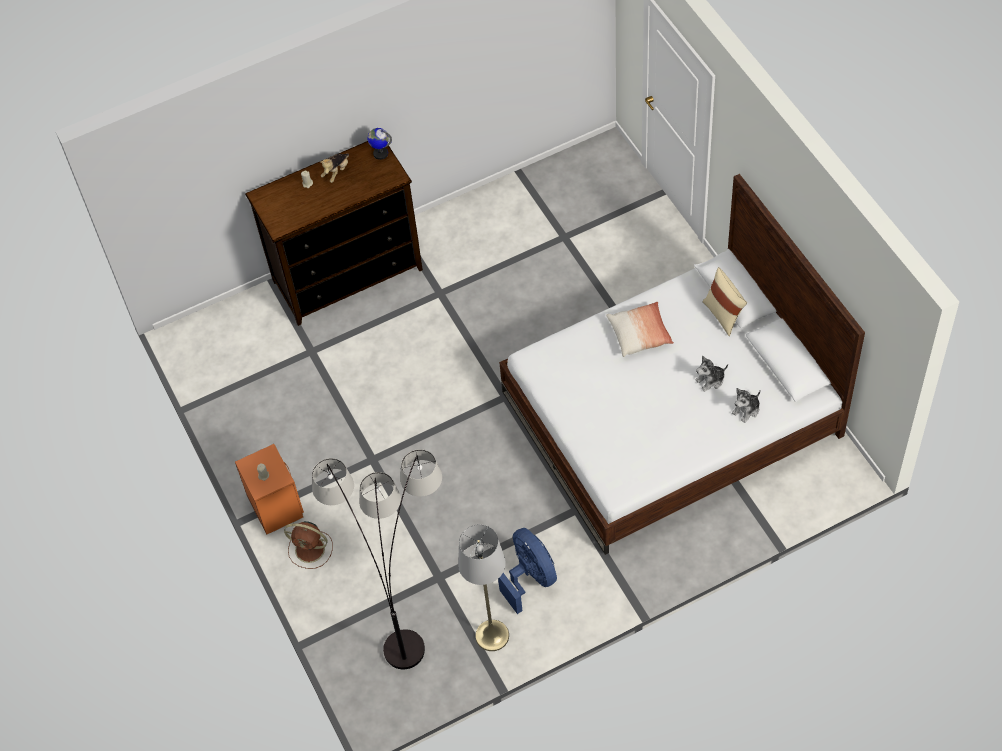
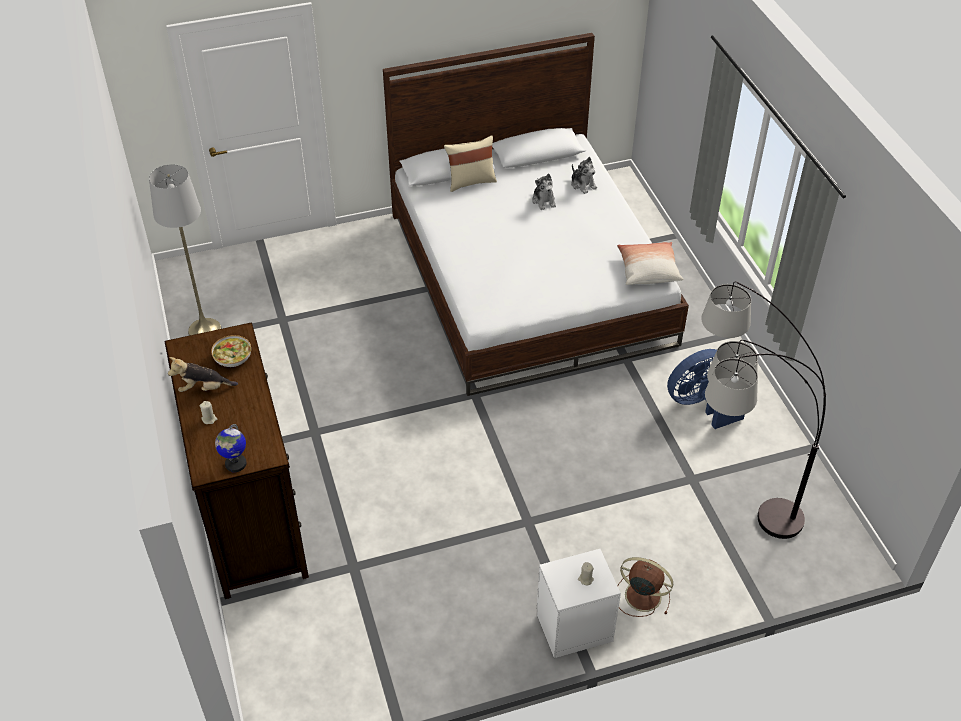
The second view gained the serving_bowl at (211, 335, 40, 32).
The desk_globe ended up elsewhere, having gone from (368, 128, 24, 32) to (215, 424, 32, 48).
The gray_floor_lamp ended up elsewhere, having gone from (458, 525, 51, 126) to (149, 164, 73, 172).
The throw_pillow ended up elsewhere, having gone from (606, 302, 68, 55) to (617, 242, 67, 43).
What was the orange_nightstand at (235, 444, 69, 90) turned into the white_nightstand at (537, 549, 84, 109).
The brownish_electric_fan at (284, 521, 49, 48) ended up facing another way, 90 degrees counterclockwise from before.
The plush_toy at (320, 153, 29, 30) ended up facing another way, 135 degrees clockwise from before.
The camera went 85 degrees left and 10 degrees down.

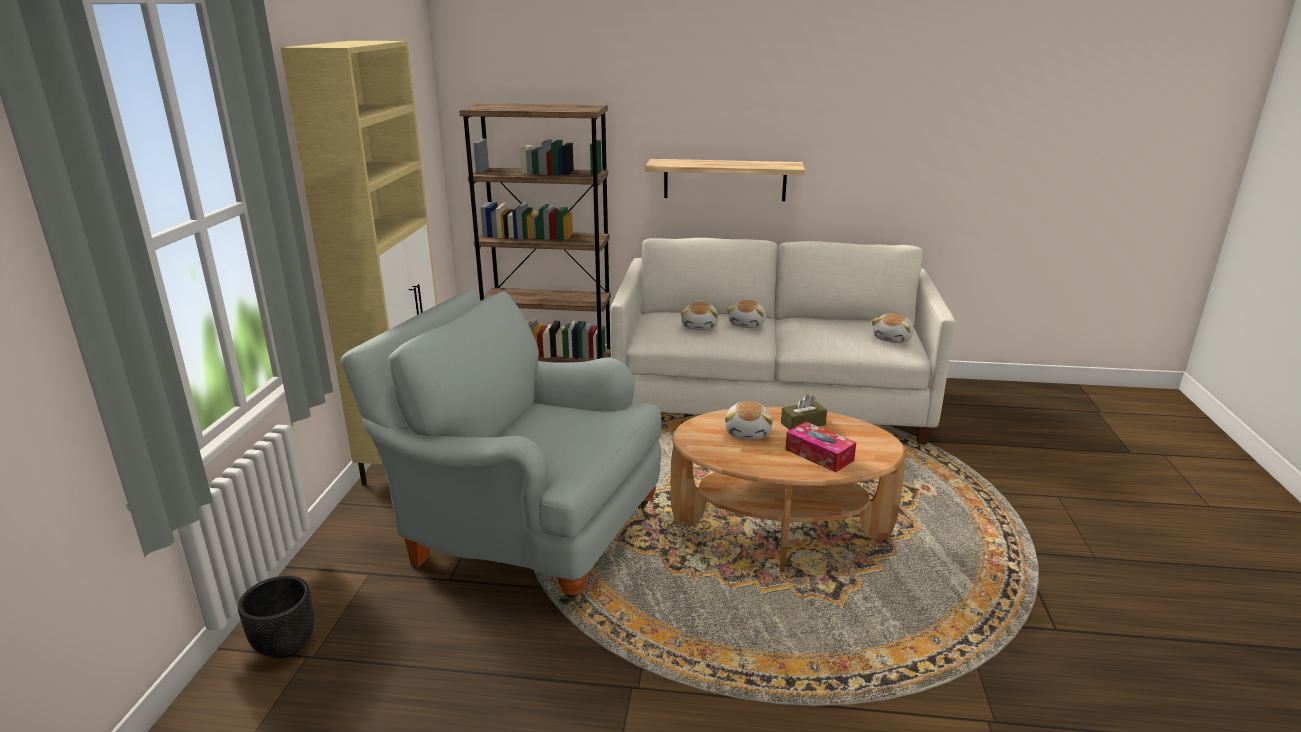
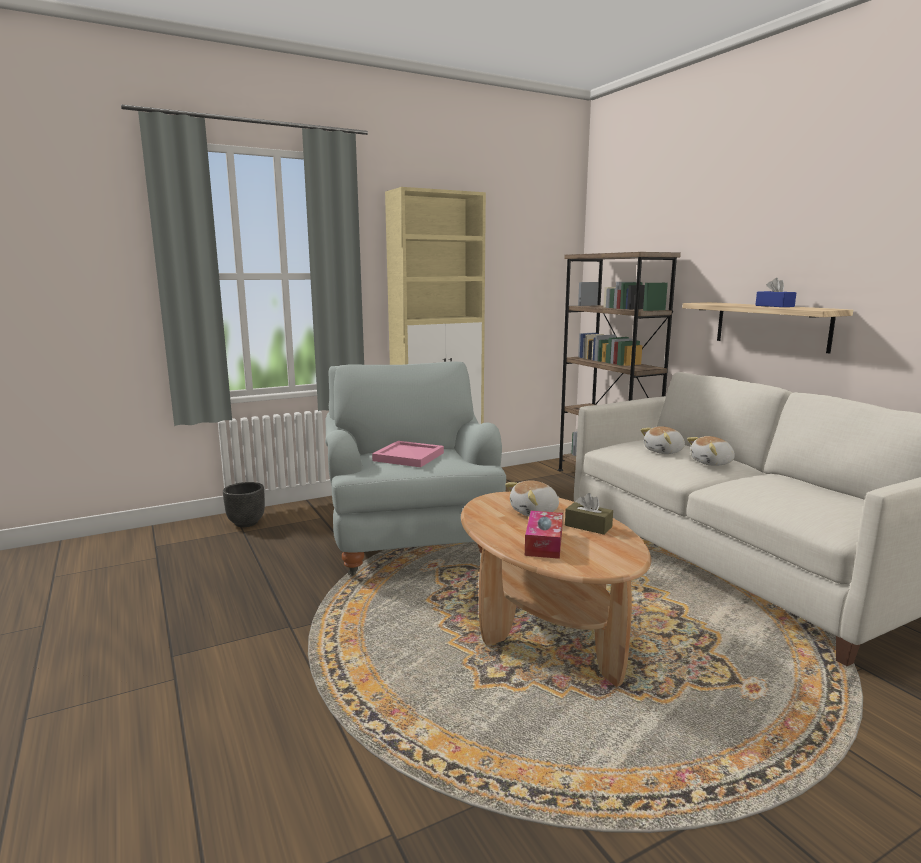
The second view lost the plush_toy at (872, 313, 41, 30).
The second view gained the pink-coloured_carrying_tray at (372, 441, 72, 26).
The second view gained the bluish_tissue_holder at (755, 278, 41, 29).
The camera went 55 degrees right and 10 degrees down.

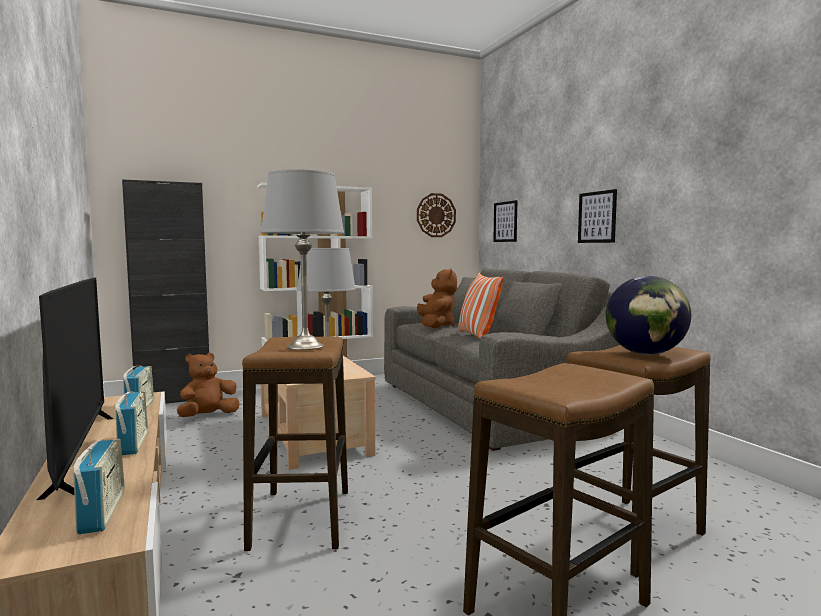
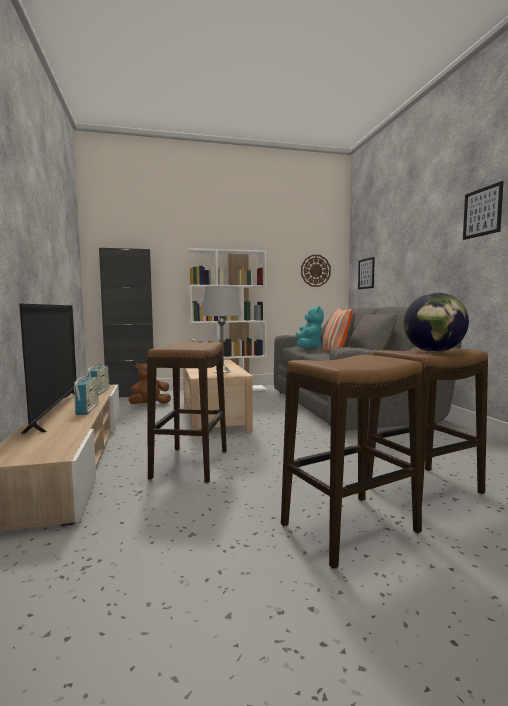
The second view lost the radio_receiver at (73, 439, 52, 95).
The second view lost the gray_tabletop_lamp at (261, 169, 83, 181).
The picture ended up elsewhere, having gone from (578, 189, 39, 54) to (463, 181, 41, 59).
What was the brownish_plush_toy at (417, 268, 40, 60) turned into the turquoise-coloured_plush_toy at (296, 306, 28, 43).
The camera went 10 degrees right and 0 degrees up.

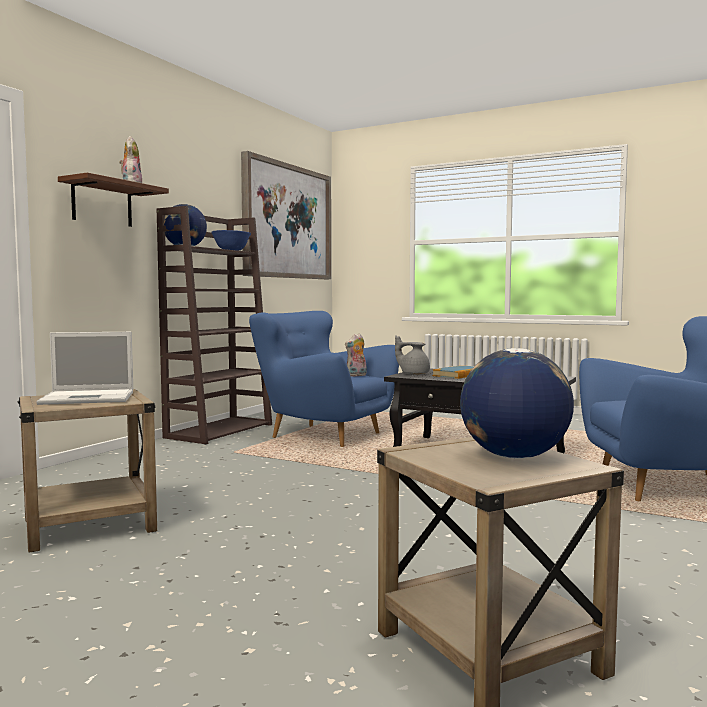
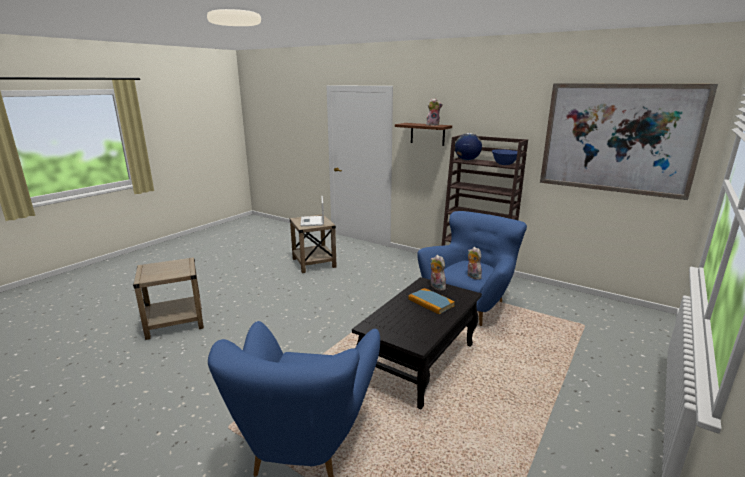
The second view lost the desk_globe at (460, 348, 114, 111).
Where the gray_teapot stood at (395, 335, 35, 40), the plush_toy came to stand at (430, 255, 16, 36).
The camera went 95 degrees right and 15 degrees up.

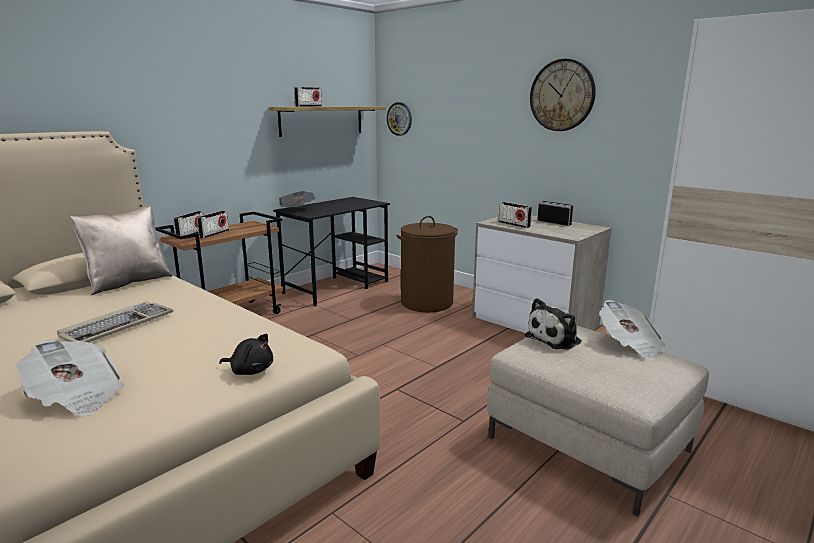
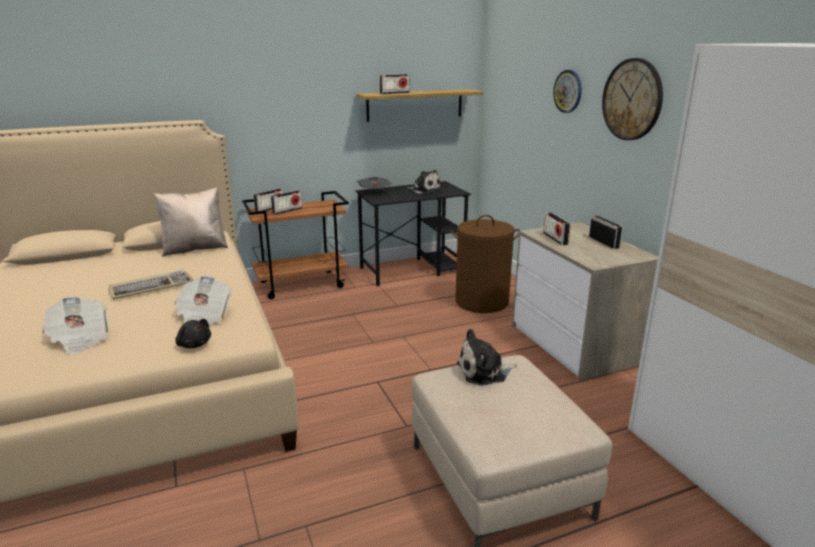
The second view gained the plush_toy at (408, 170, 33, 24).
The hanging_clock ended up elsewhere, having gone from (387, 102, 25, 34) to (553, 70, 29, 43).
The printed_paper ended up elsewhere, having gone from (599, 300, 67, 60) to (174, 276, 58, 49).
The camera went 25 degrees right and 5 degrees up.

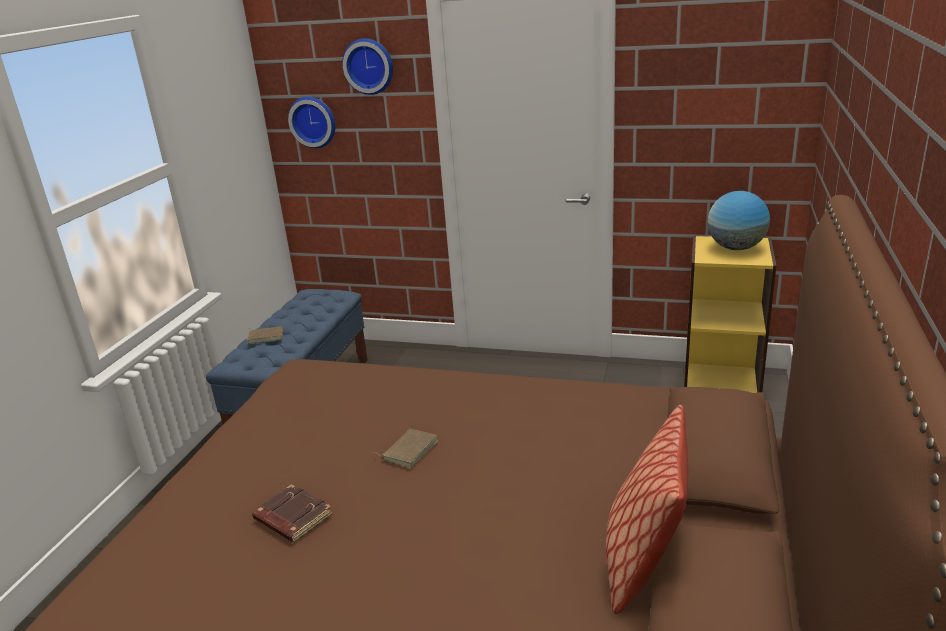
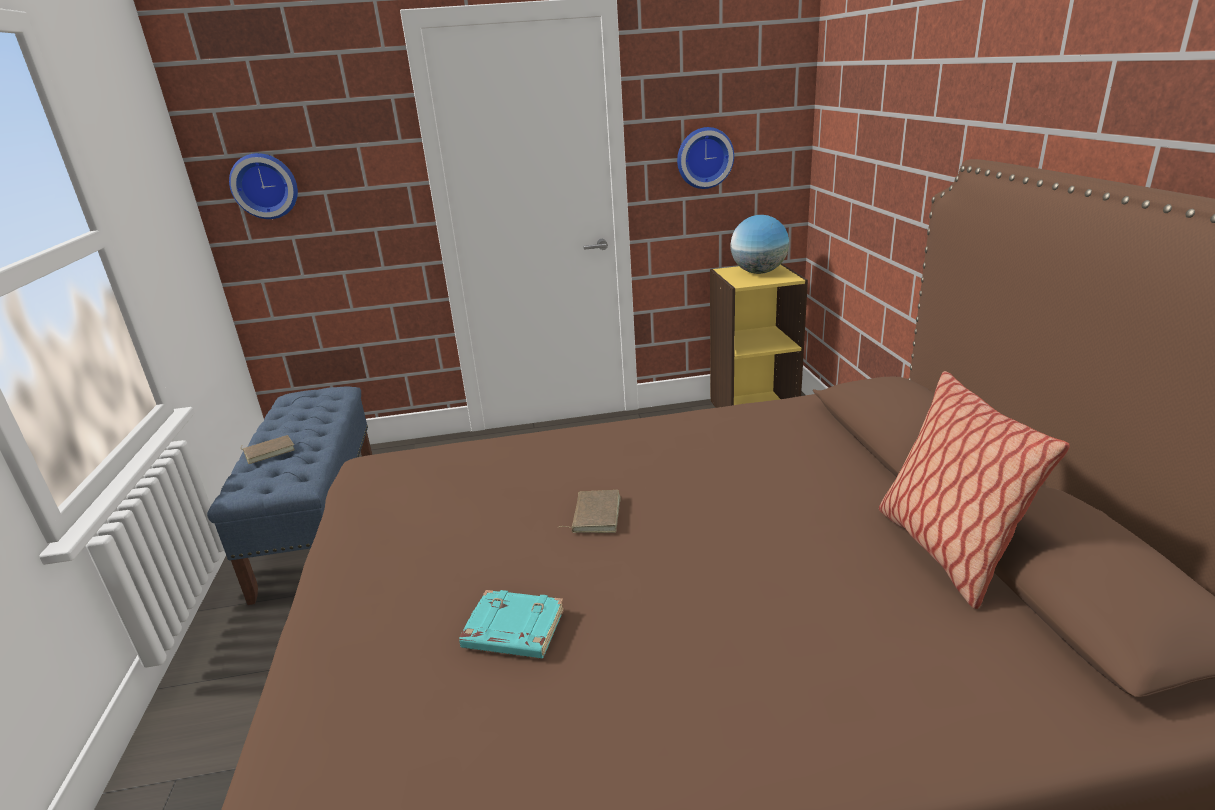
The hanging_clock ended up elsewhere, having gone from (342, 38, 51, 57) to (677, 127, 57, 62).
What was the brownish_volume at (252, 485, 80, 57) turned into the turquoise-coloured_volume at (459, 590, 105, 69).
The camera went 25 degrees left and 0 degrees up.

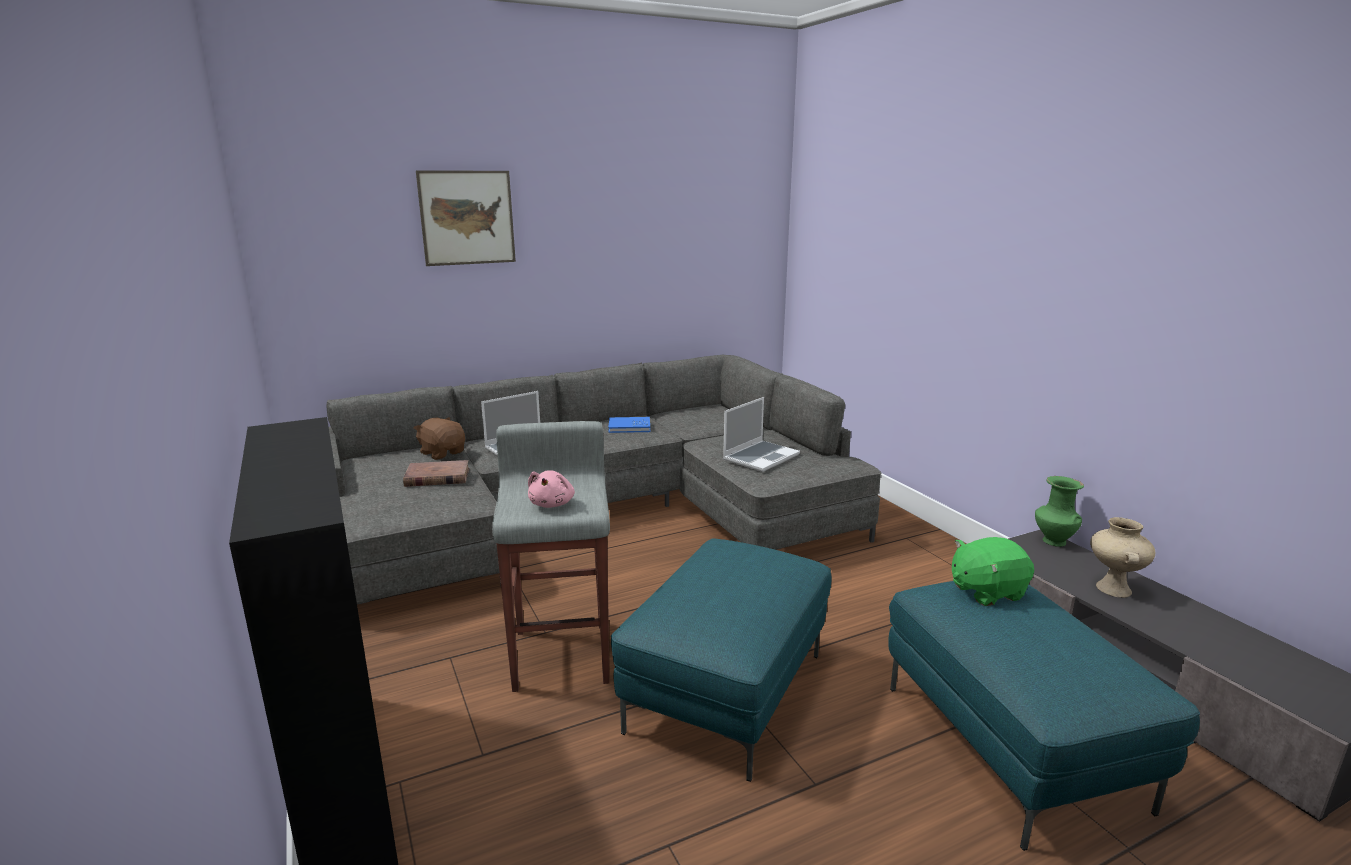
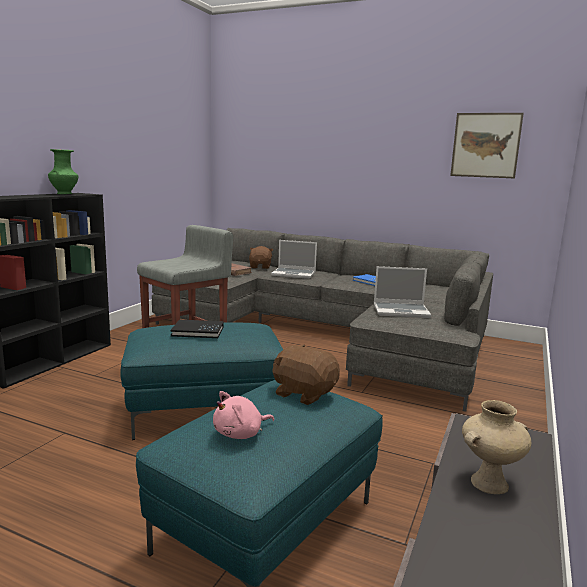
The second view gained the black_volume at (171, 320, 53, 18).
The picture ended up elsewhere, having gone from (416, 170, 100, 96) to (450, 113, 74, 65).
The pink-coloured_plush_toy ended up elsewhere, having gone from (528, 470, 47, 38) to (213, 391, 61, 48).
The green_vase ended up elsewhere, having gone from (1035, 476, 49, 71) to (48, 149, 31, 45).
What was the green_plush_toy at (952, 537, 82, 69) turned into the brownish_plush_toy at (273, 344, 67, 61).
The camera went 50 degrees right and 5 degrees down.

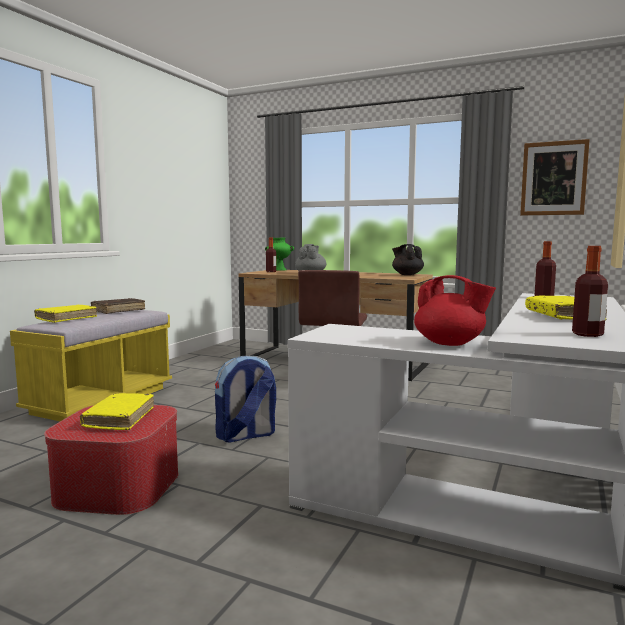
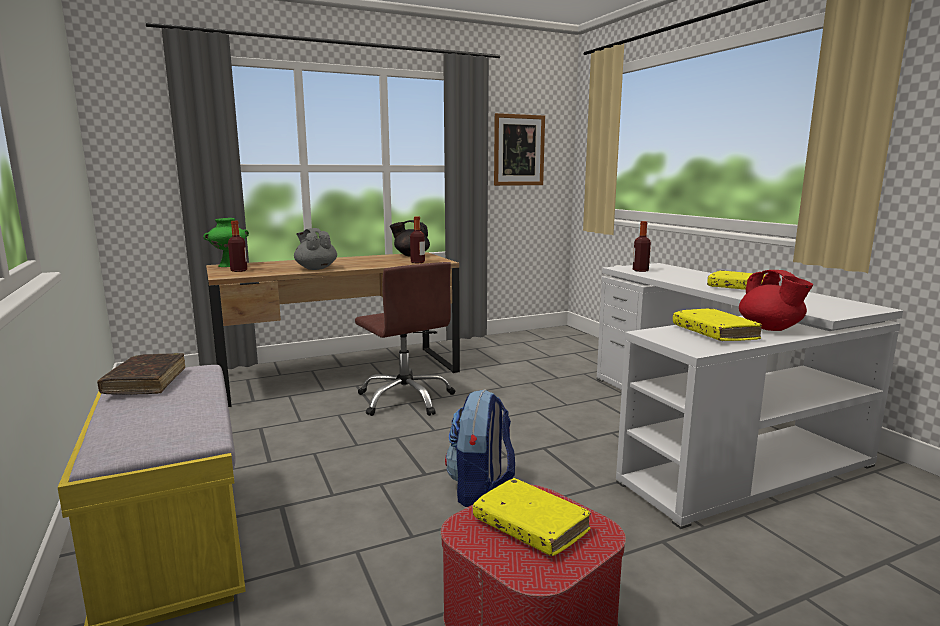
The yellow-coloured_volume ended up elsewhere, having gone from (34, 305, 63, 18) to (673, 308, 89, 33).
The bottle ended up elsewhere, having gone from (572, 246, 36, 91) to (410, 216, 15, 47).
The red-coloured_teapot at (414, 275, 82, 71) ended up facing another way, 90 degrees clockwise from before.
The camera went 50 degrees left and 5 degrees up.

